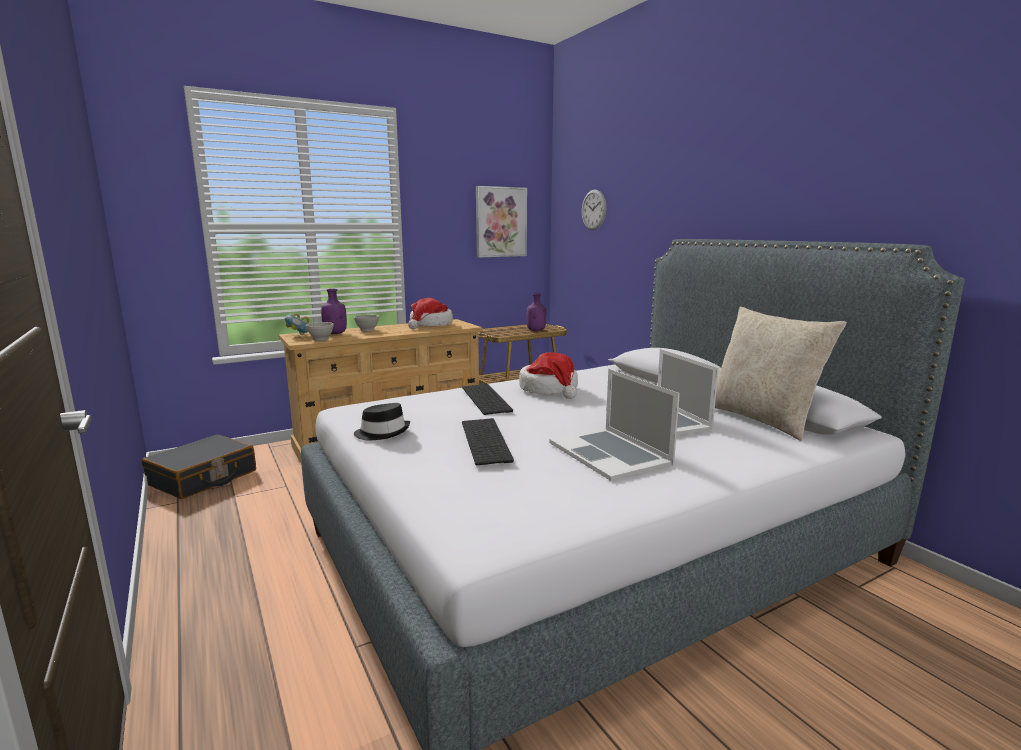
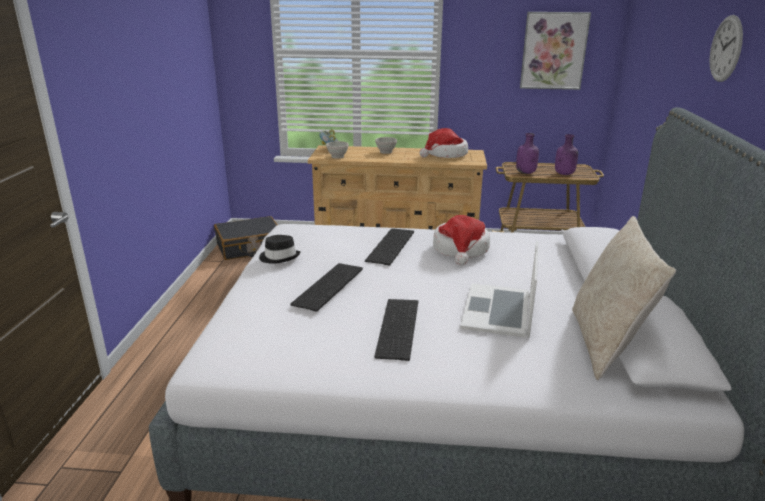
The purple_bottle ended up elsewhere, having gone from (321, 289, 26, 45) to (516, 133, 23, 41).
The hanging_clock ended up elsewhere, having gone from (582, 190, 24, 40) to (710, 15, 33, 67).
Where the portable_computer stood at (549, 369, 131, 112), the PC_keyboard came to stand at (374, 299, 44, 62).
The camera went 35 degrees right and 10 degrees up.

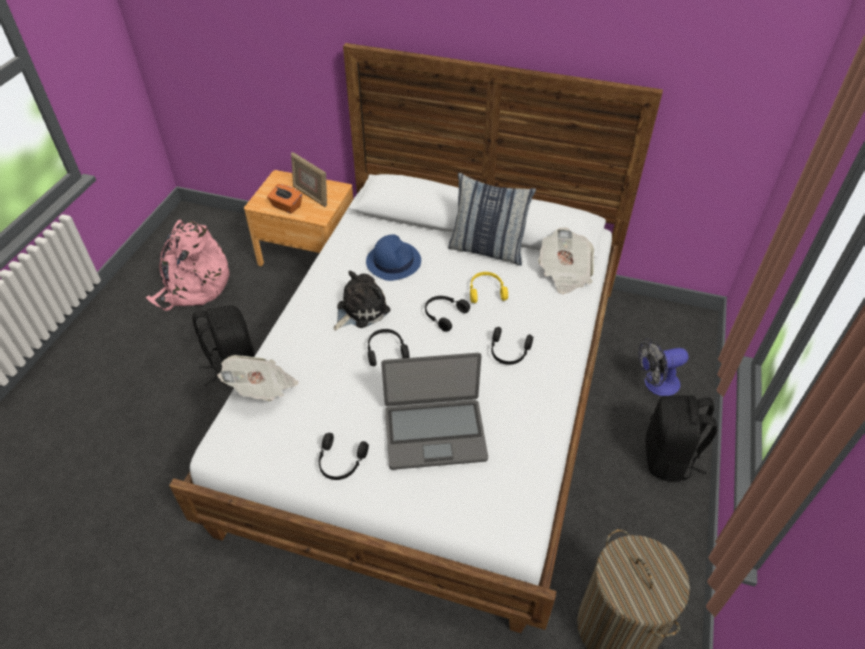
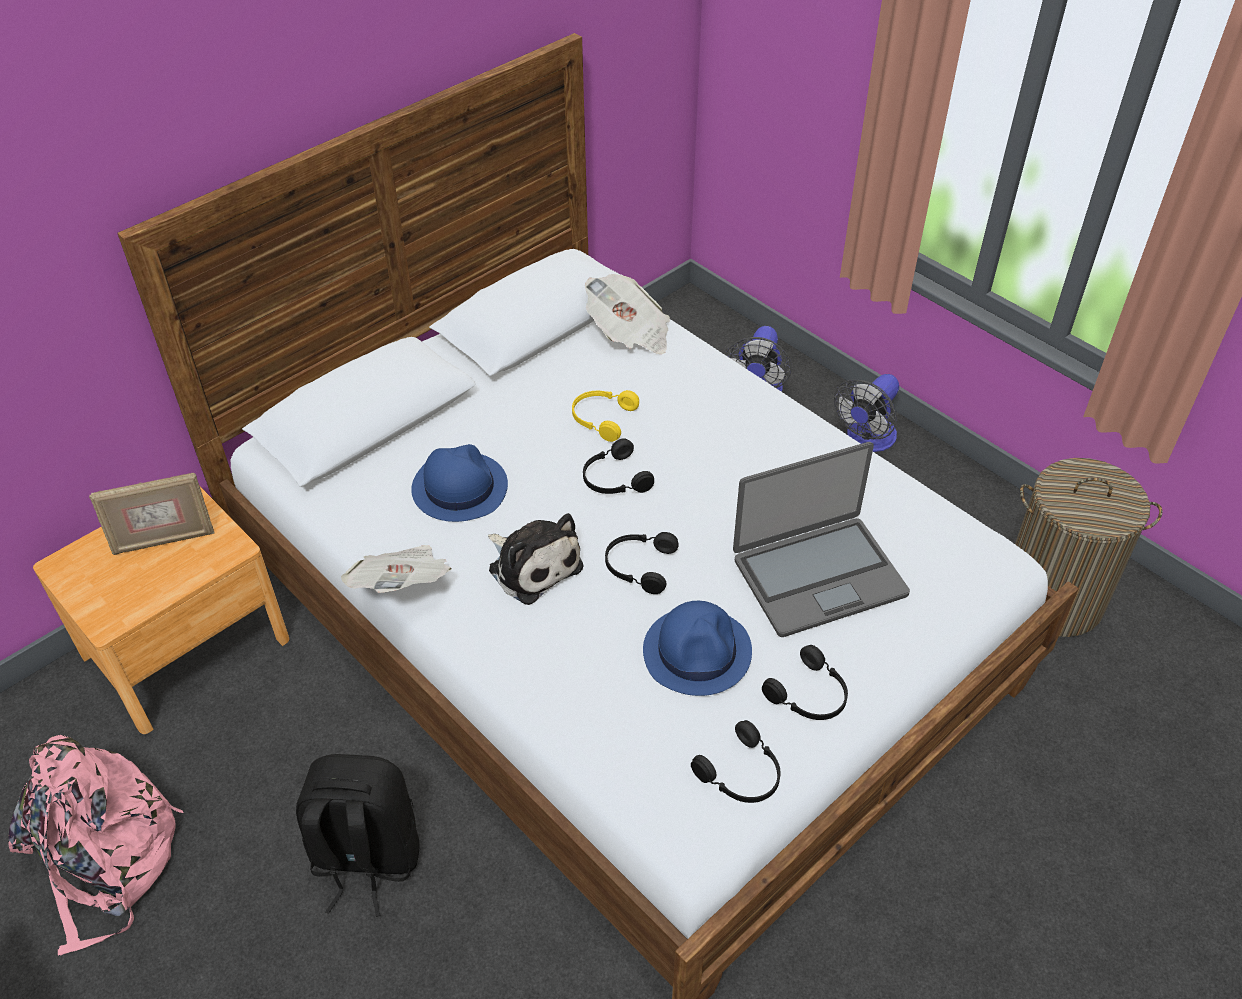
The second view lost the orange_tissue_holder at (267, 184, 35, 30).
The second view lost the throw_pillow at (448, 173, 88, 93).
The second view gained the bluish_hat at (643, 601, 109, 95).
The printed_paper ended up elsewhere, having gone from (217, 355, 81, 46) to (341, 545, 111, 48).
The black_headset ended up elsewhere, having gone from (491, 327, 42, 38) to (691, 720, 90, 83).
Where the black_rucksack stood at (645, 395, 72, 87), the electric_fan came to stand at (834, 374, 65, 78).
The plush_toy at (333, 270, 57, 61) ended up facing another way, 150 degrees clockwise from before.
The portable_computer at (381, 353, 107, 117) ended up facing another way, 45 degrees clockwise from before.
The camera went 60 degrees left and 0 degrees up.

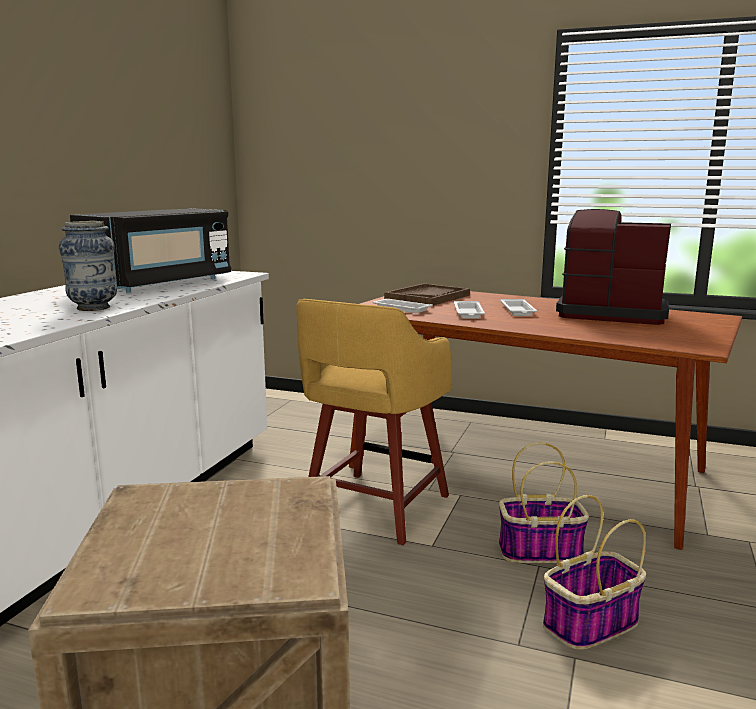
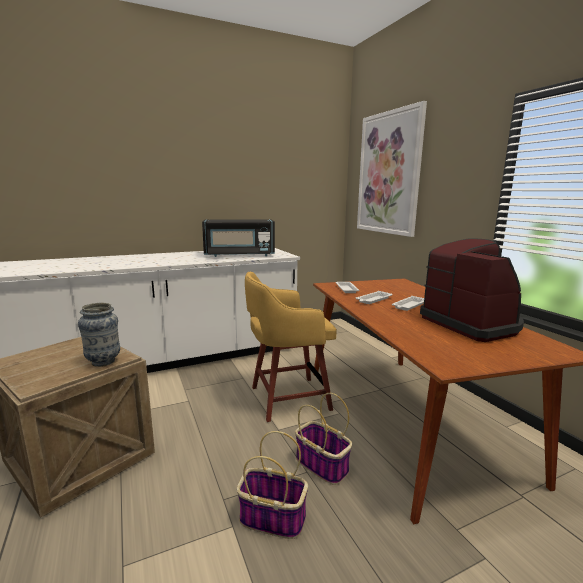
The second view lost the brownish_carrying_tray at (384, 283, 86, 23).
The second view gained the picture at (357, 101, 70, 136).
The vase ended up elsewhere, having gone from (59, 221, 58, 90) to (78, 303, 42, 64).
The camera went 45 degrees right and 0 degrees up.

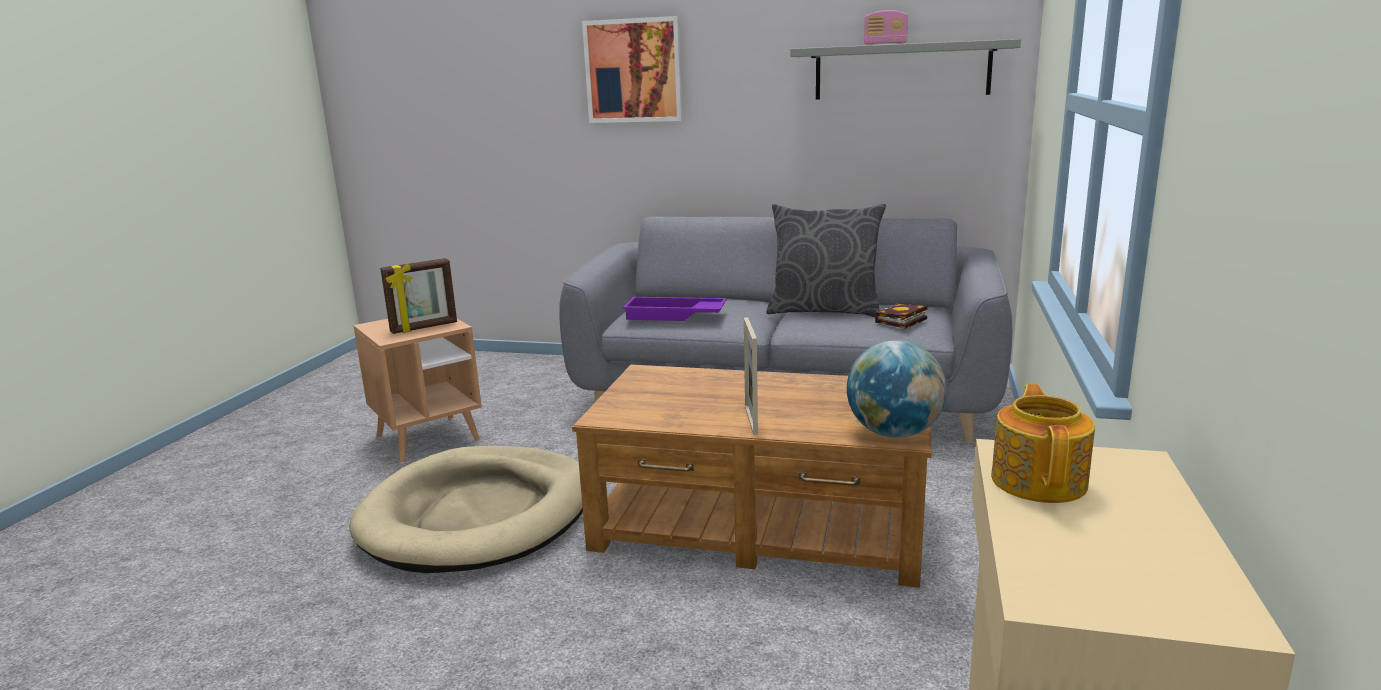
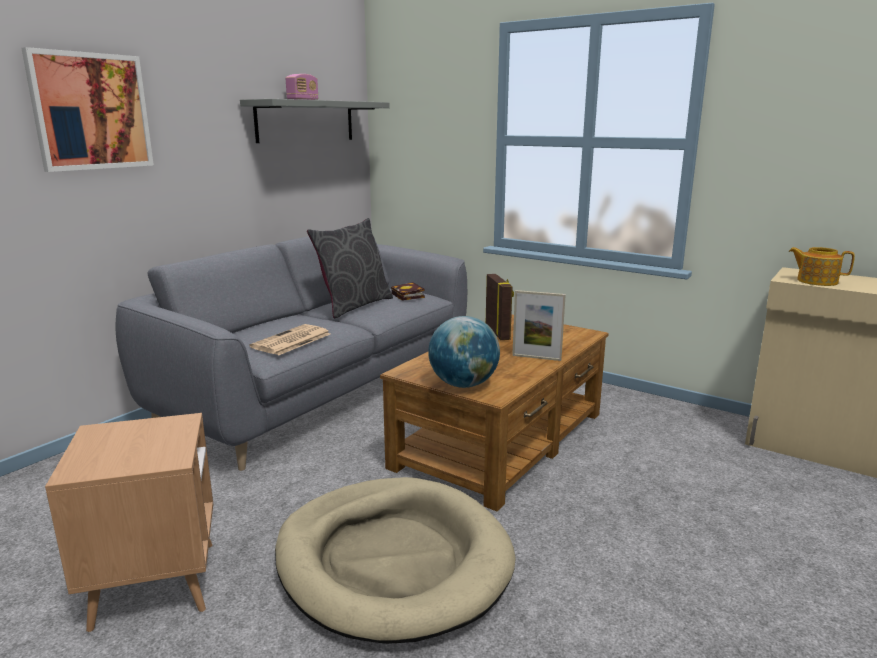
The standing_frame ended up elsewhere, having gone from (380, 258, 77, 76) to (486, 274, 28, 66).
The desk_globe ended up elsewhere, having gone from (847, 340, 100, 98) to (428, 316, 72, 72).
Where the purple_carrying_tray stood at (623, 297, 104, 24), the printed_paper came to stand at (250, 324, 80, 31).
The camera went 70 degrees left and 0 degrees up.

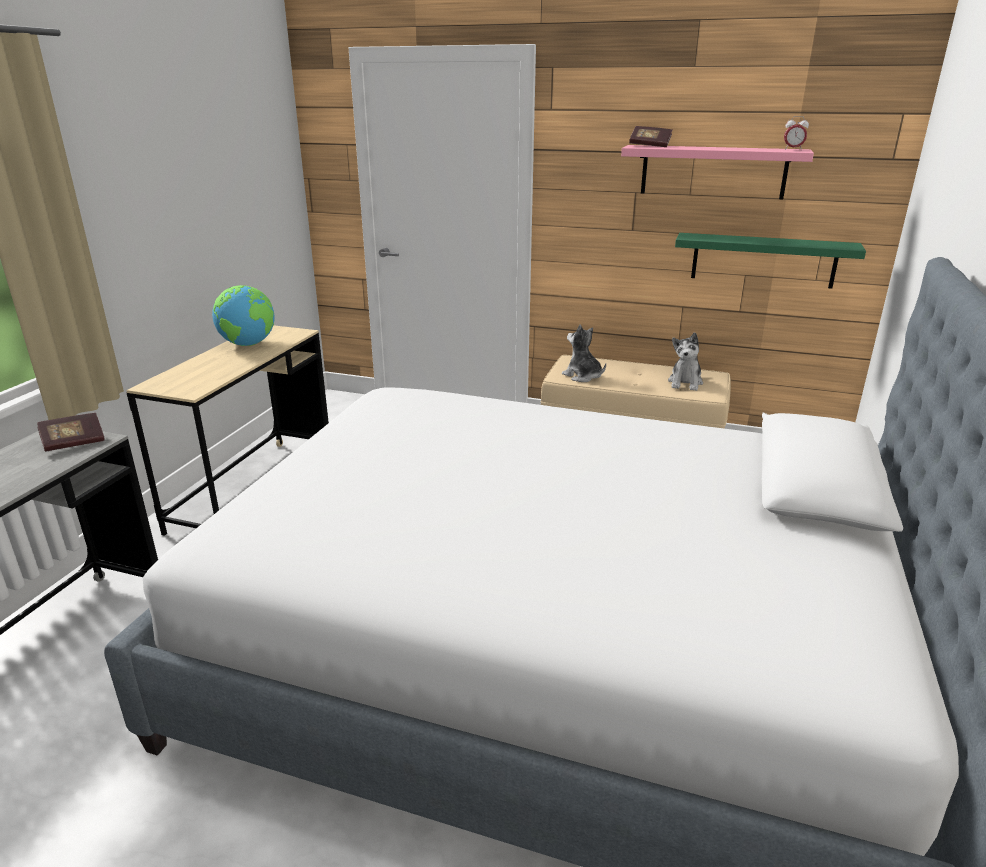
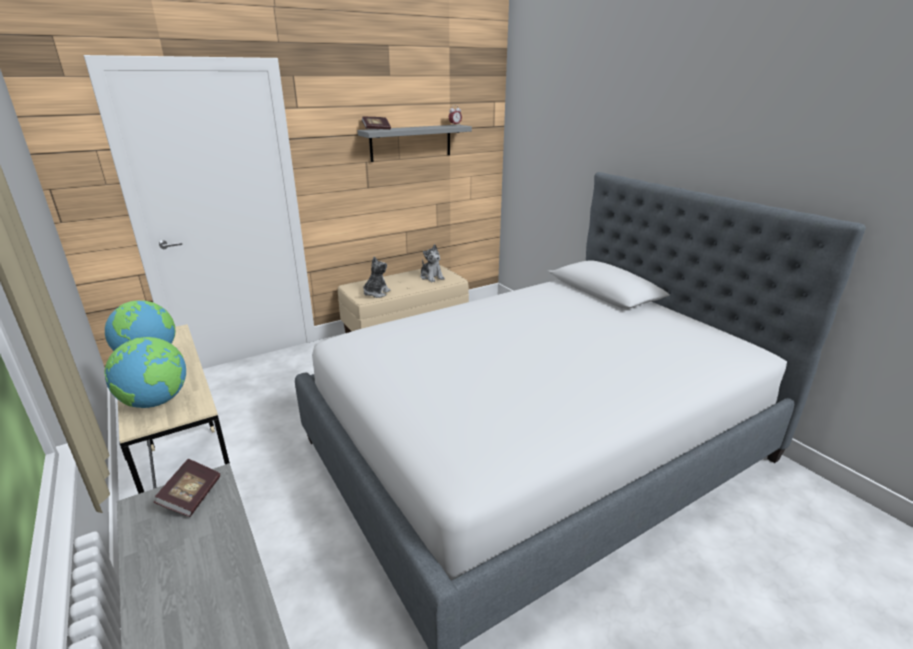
The second view lost the green_wall_shelf at (675, 233, 191, 56).
The second view gained the desk_globe at (105, 337, 81, 71).
What was the pink-coloured_wall_shelf at (621, 145, 193, 54) turned into the gray_wall_shelf at (357, 124, 115, 38).
The plush_toy at (562, 325, 44, 57) ended up facing another way, 120 degrees clockwise from before.
The camera went 50 degrees left and 0 degrees up.

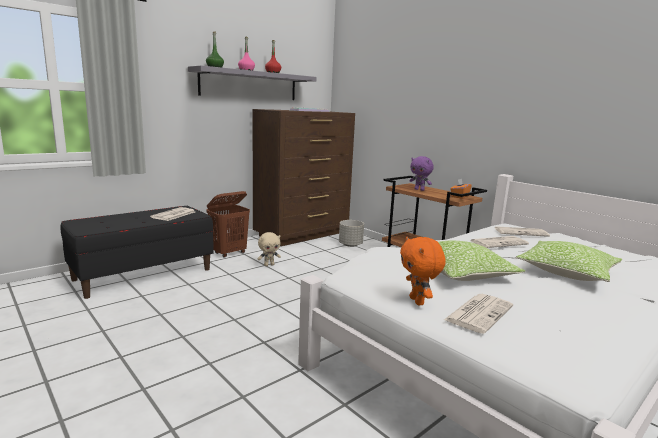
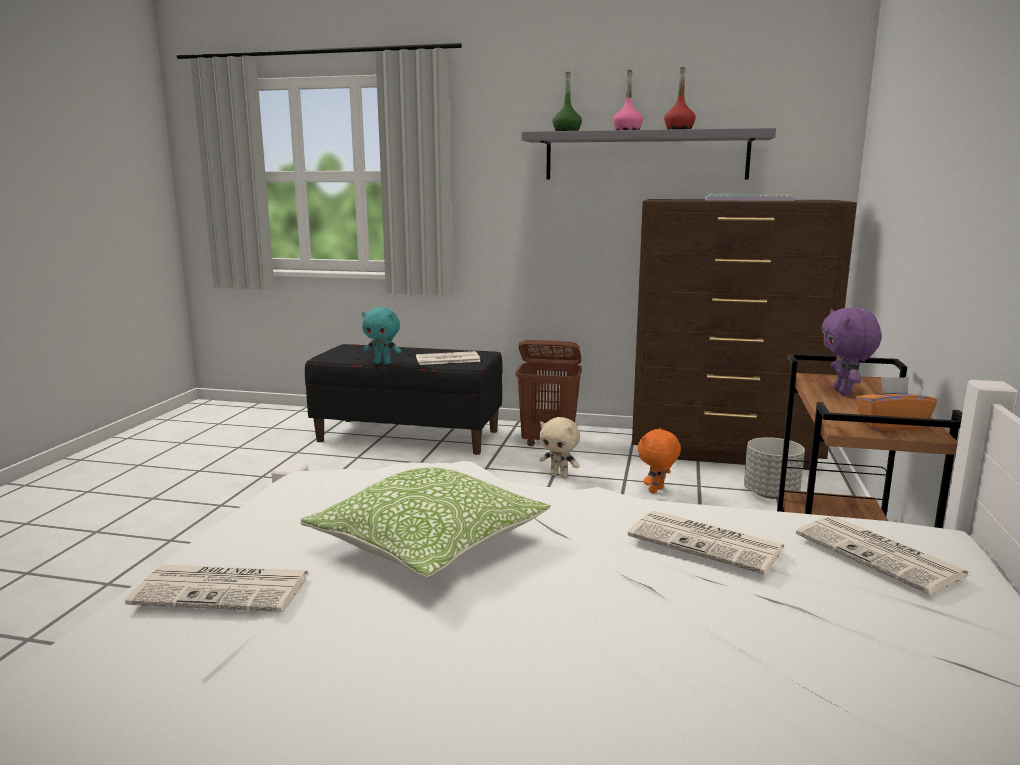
The second view lost the throw_pillow at (516, 241, 106, 41).
The second view gained the turquoise-coloured_plush_toy at (362, 308, 39, 56).
The orange_plush_toy ended up elsewhere, having gone from (400, 237, 46, 68) to (638, 428, 43, 66).
The camera went 55 degrees right and 0 degrees up.

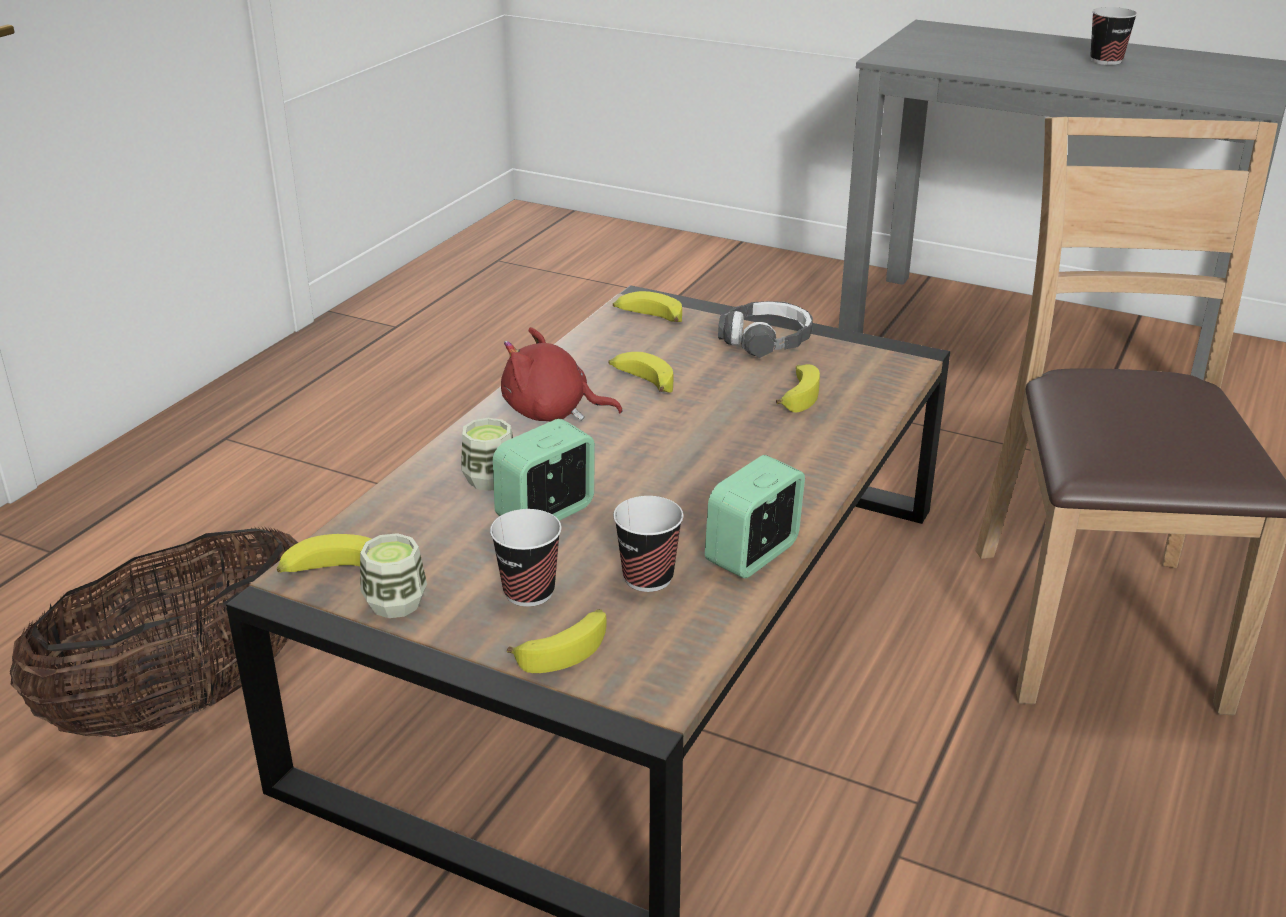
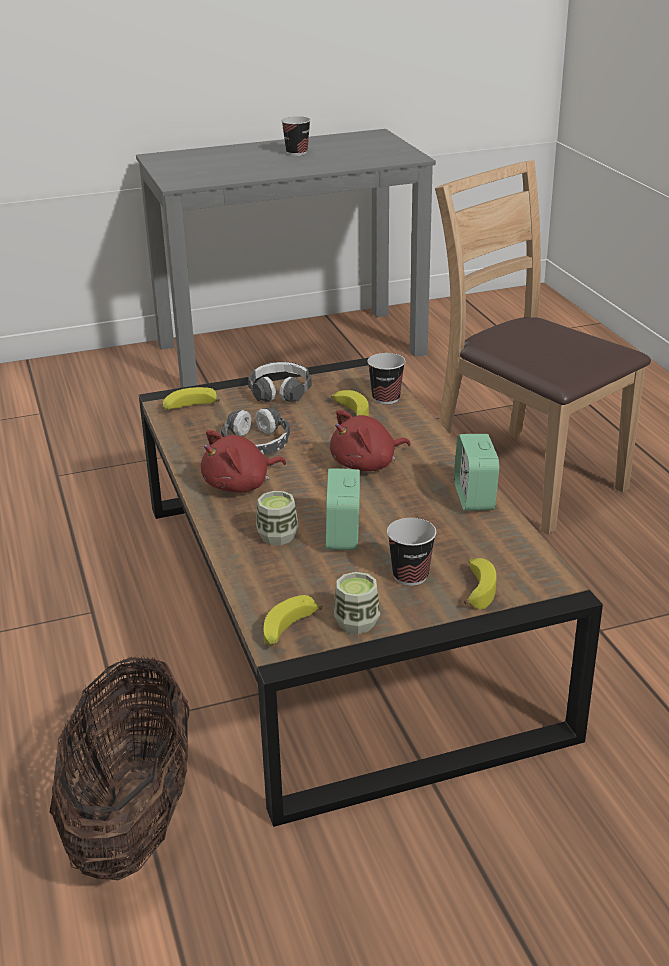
The second view gained the red-coloured_plush_toy at (330, 410, 81, 61).
The drinking_cup ended up elsewhere, having gone from (613, 496, 70, 96) to (367, 353, 38, 52).
Where the banana_fruit stood at (608, 352, 65, 41), the headset came to stand at (221, 408, 69, 47).
The camera went 45 degrees left and 0 degrees up.

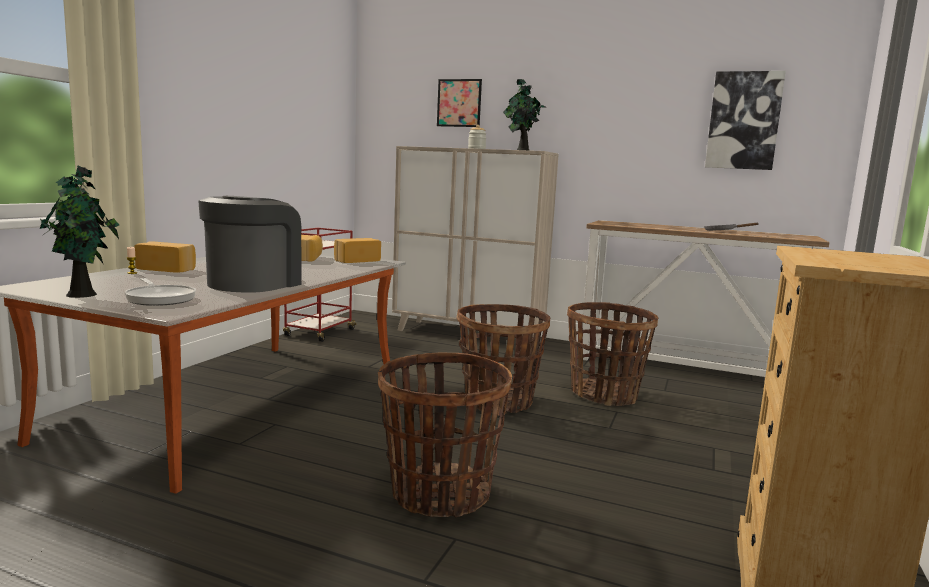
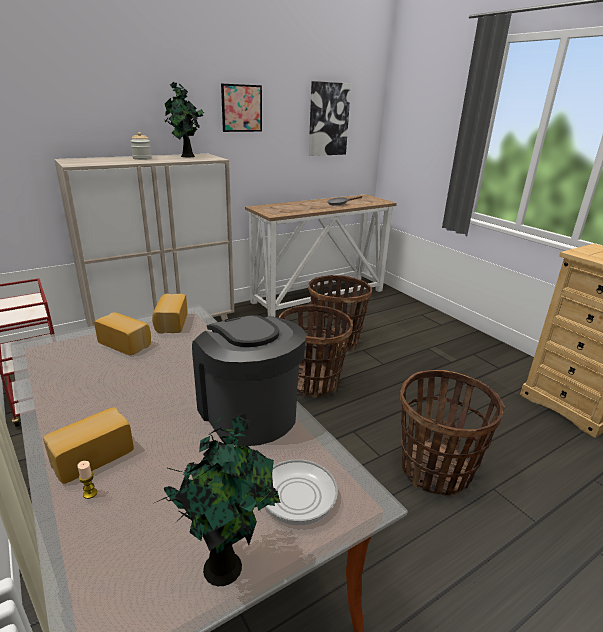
The picture ended up elsewhere, having gone from (437, 79, 45, 48) to (221, 84, 41, 48).
The camera went 55 degrees left and 15 degrees up.

